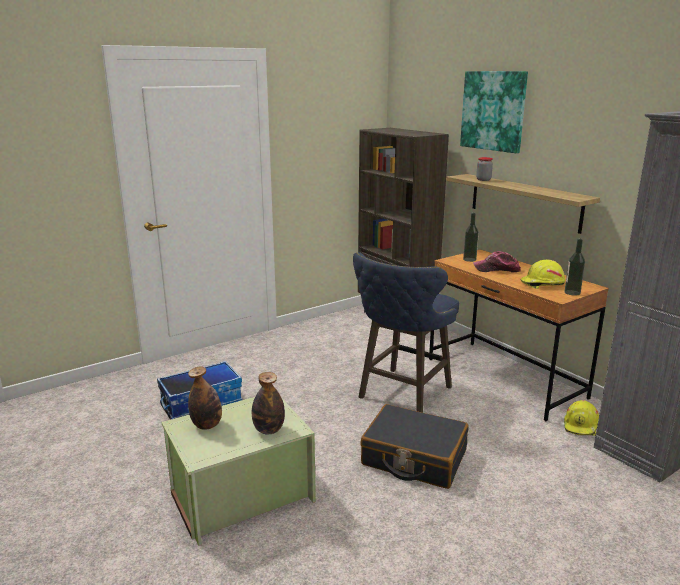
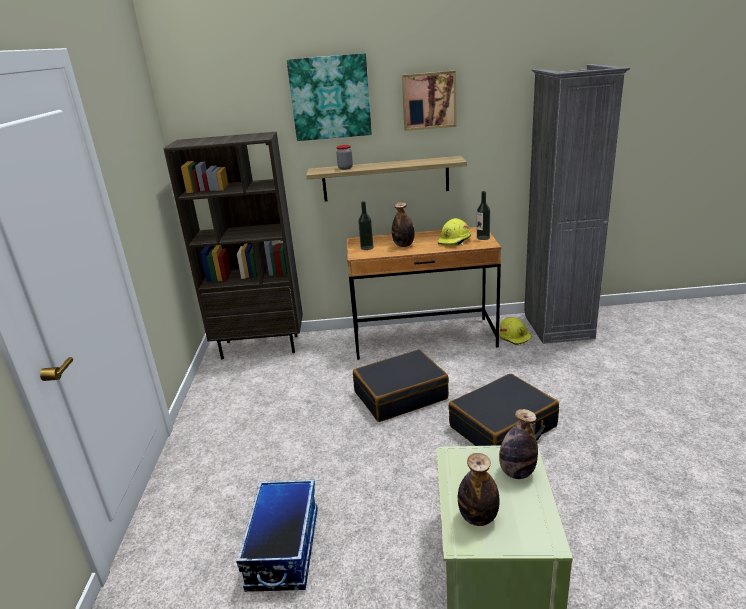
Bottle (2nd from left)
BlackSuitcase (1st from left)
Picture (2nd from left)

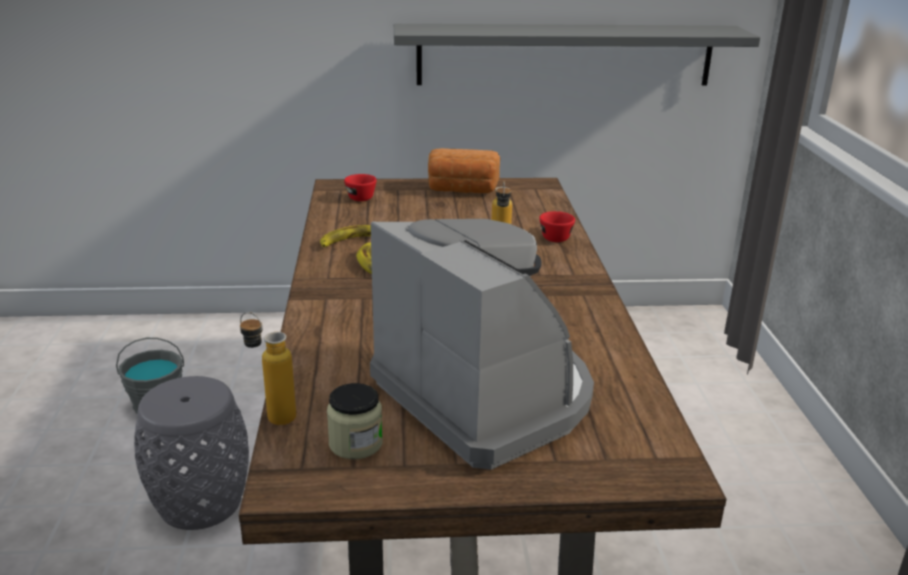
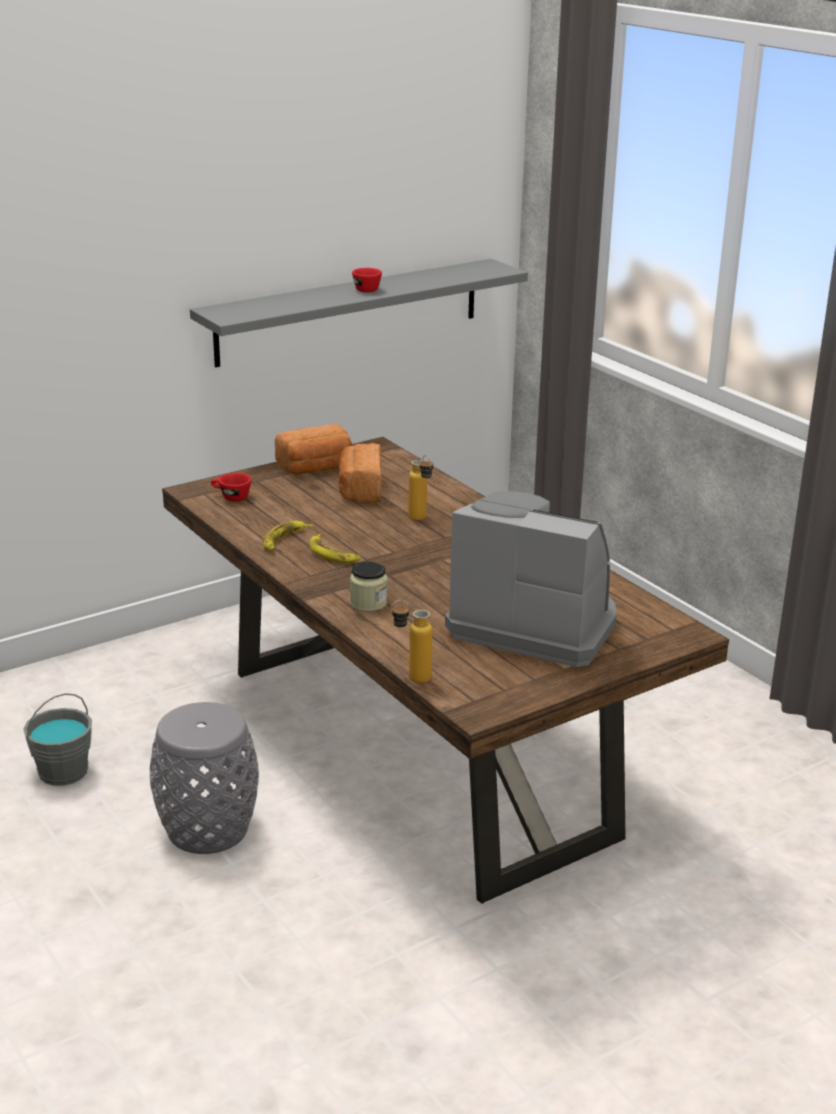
RedCup (2nd from left)
Jar
Bread (2nd from left)

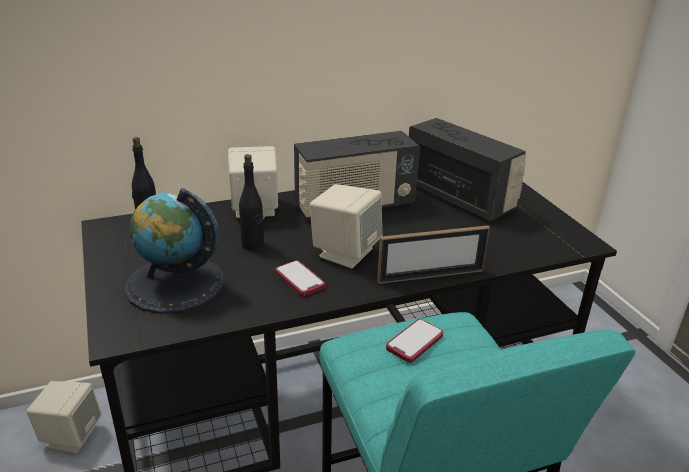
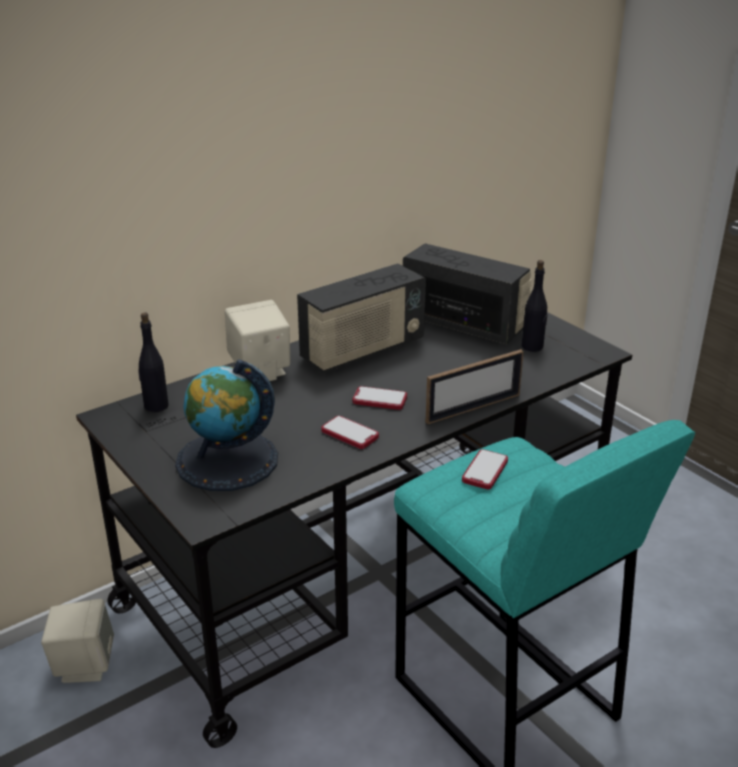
BlackBottle (2nd from left)
Phone (2nd from left)

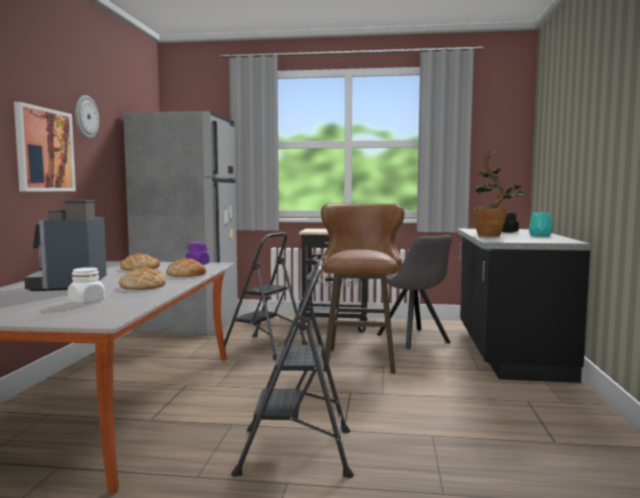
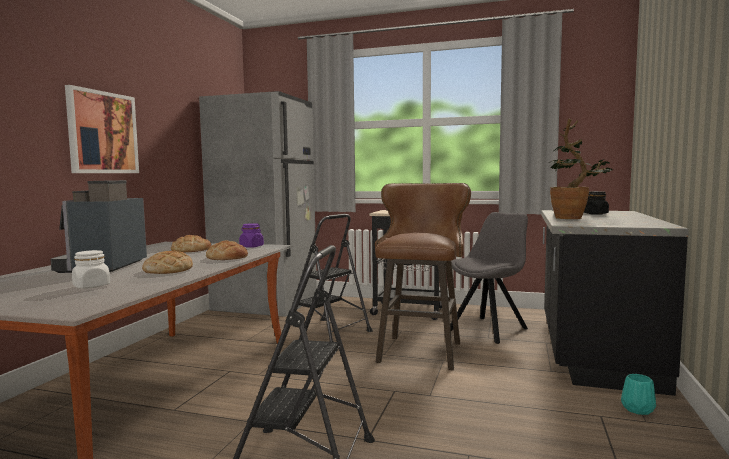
WallClock
TurquoiseVase
GreyChair

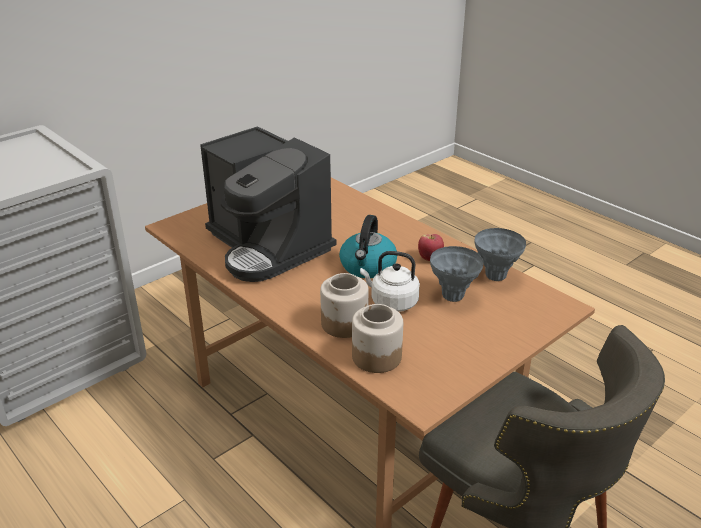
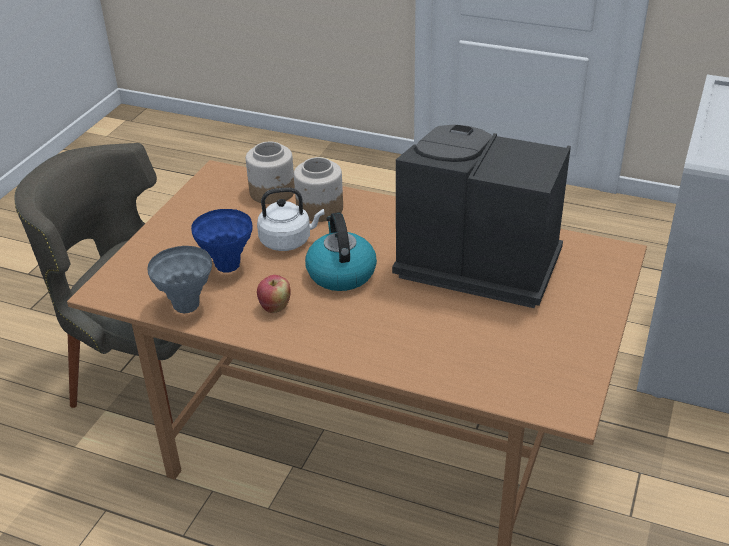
BlueVase

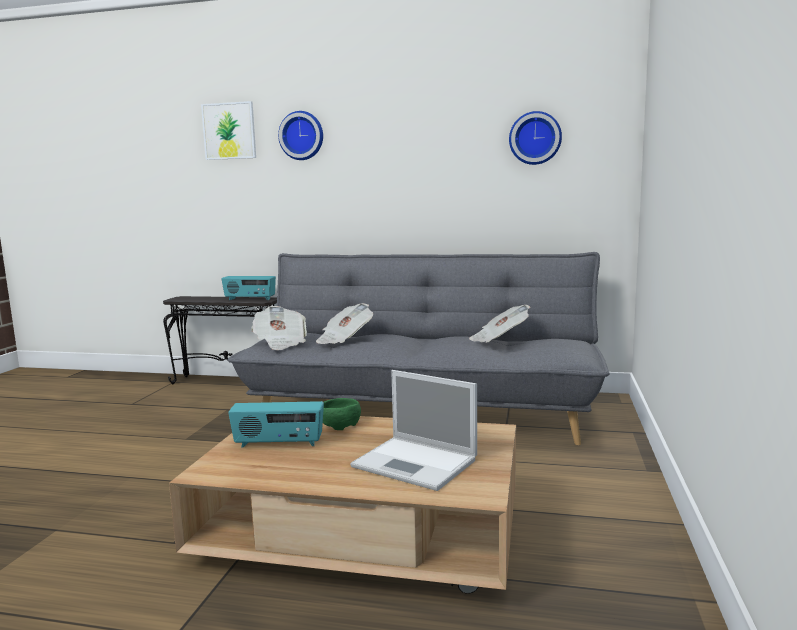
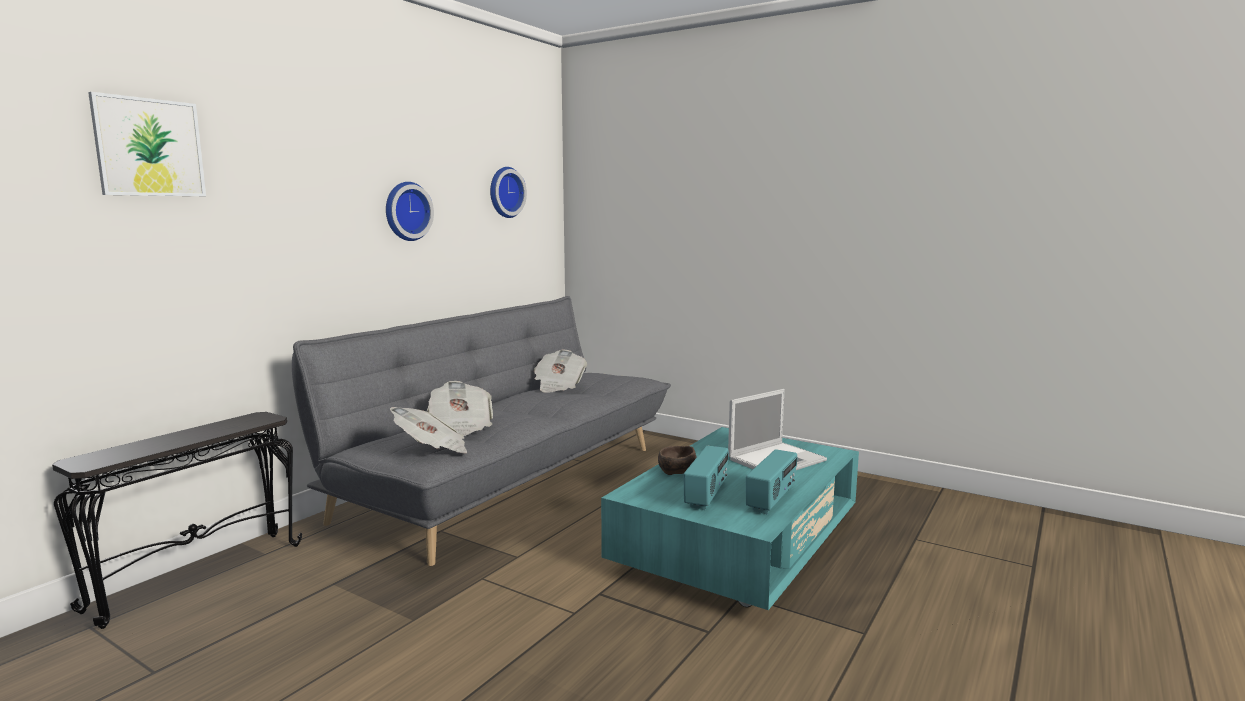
WallClock (1st from left)
Radio (2nd from left)
BrownBowl
TurquoiseCoffeeTable

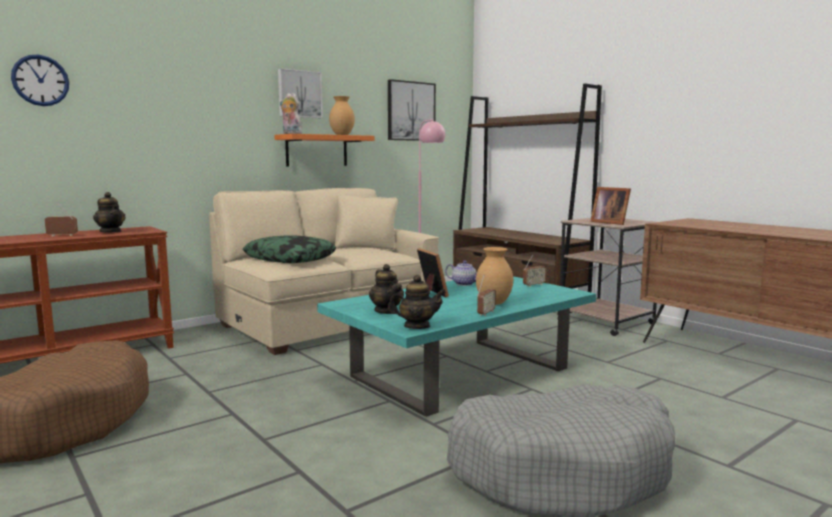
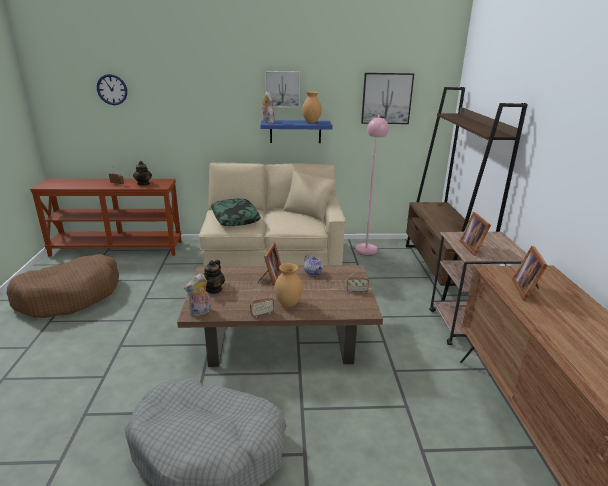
BlueShelf
PlushToy (1st from left)
BrownCoffeeTable
PictureFrame (3rd from left)

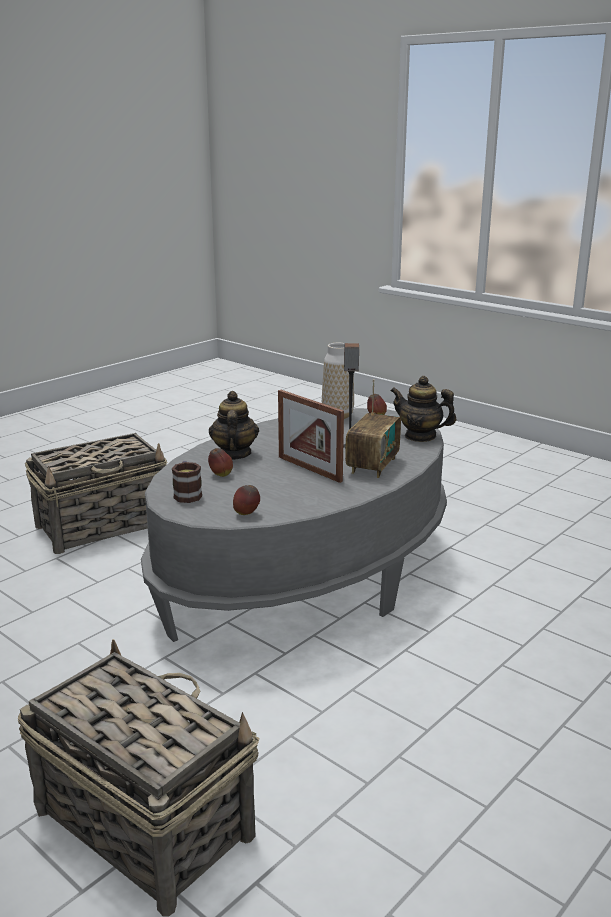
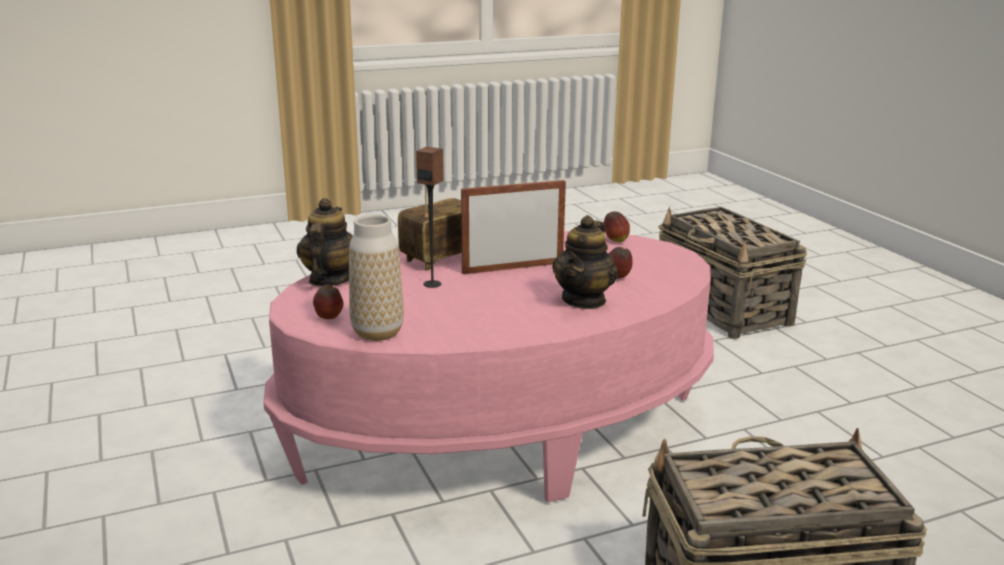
Teapot (1st from left)
PictureFrame
PinkCoffeeTable
Mug

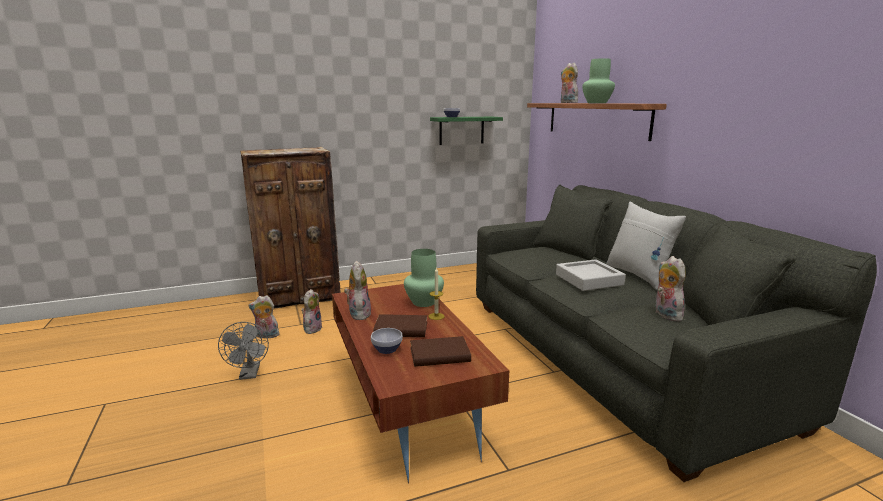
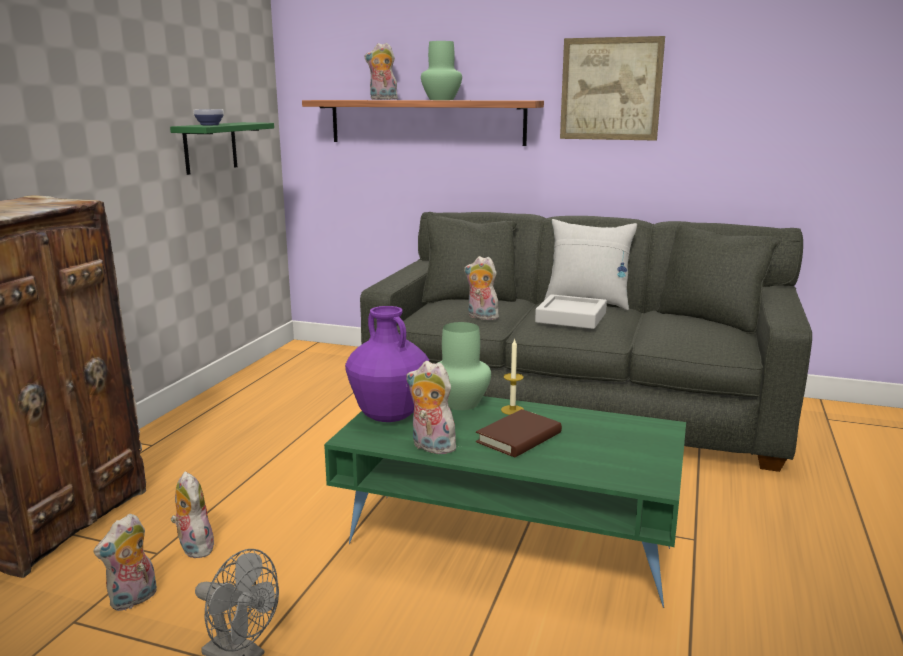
PlushToy (5th from left)
GreenCoffeeTable
Bowl (1st from left in the first image)
BrownBook (2nd from left in the first image)
Picture
PurpleVase

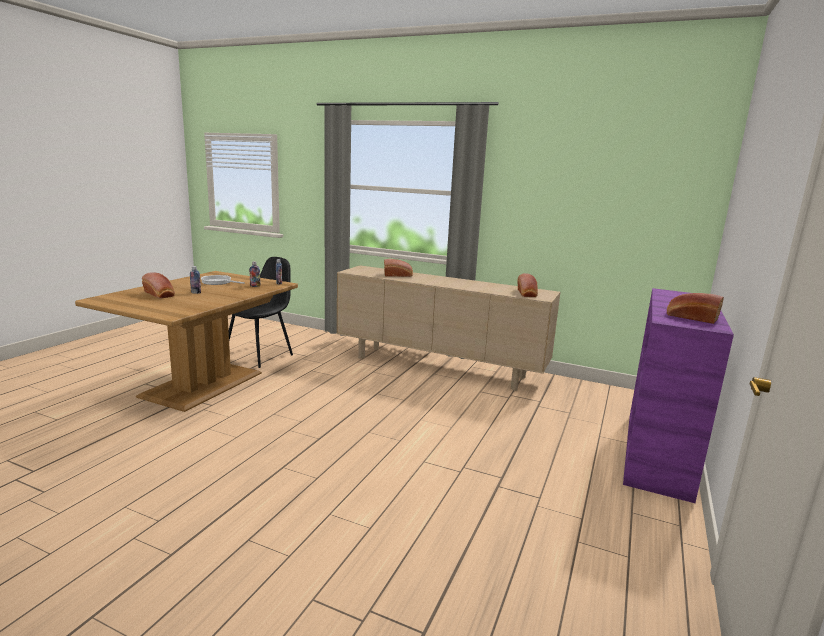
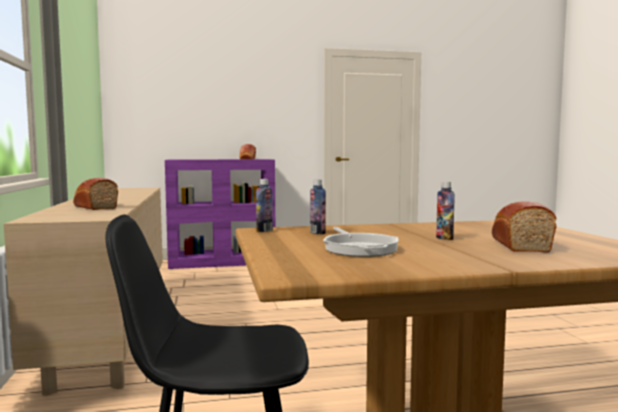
Bread (3rd from left in the first image)

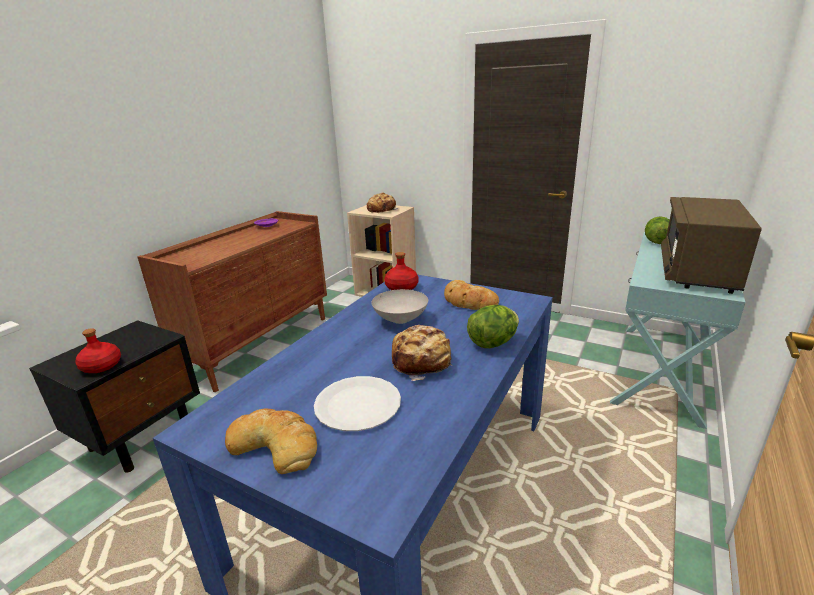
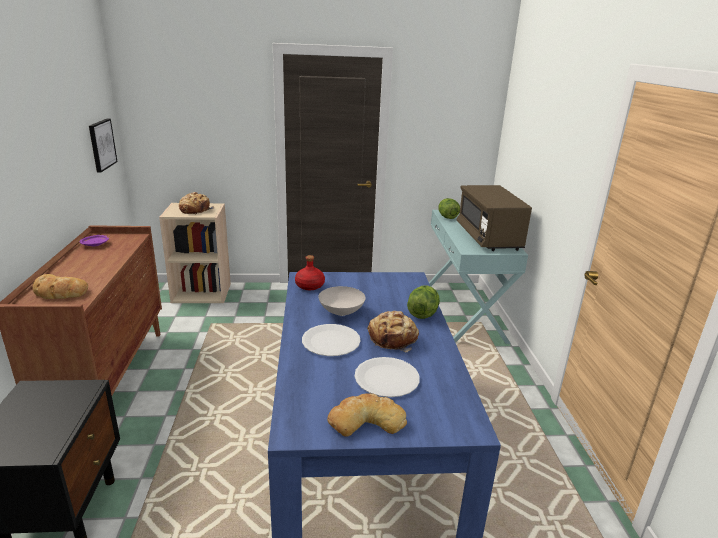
Bread (1st from left)
RedBottle (1st from left in the first image)
Picture
WhitePlate (1st from left)

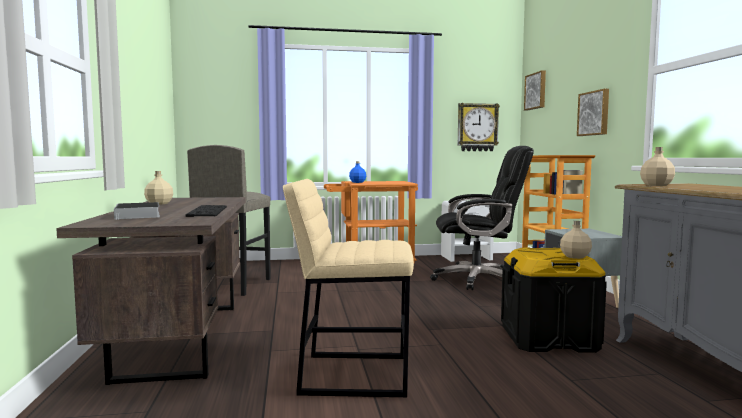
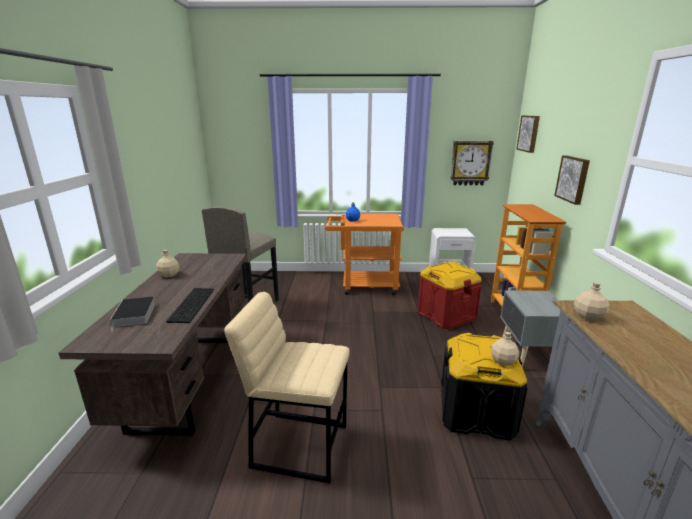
RedStorageBox

